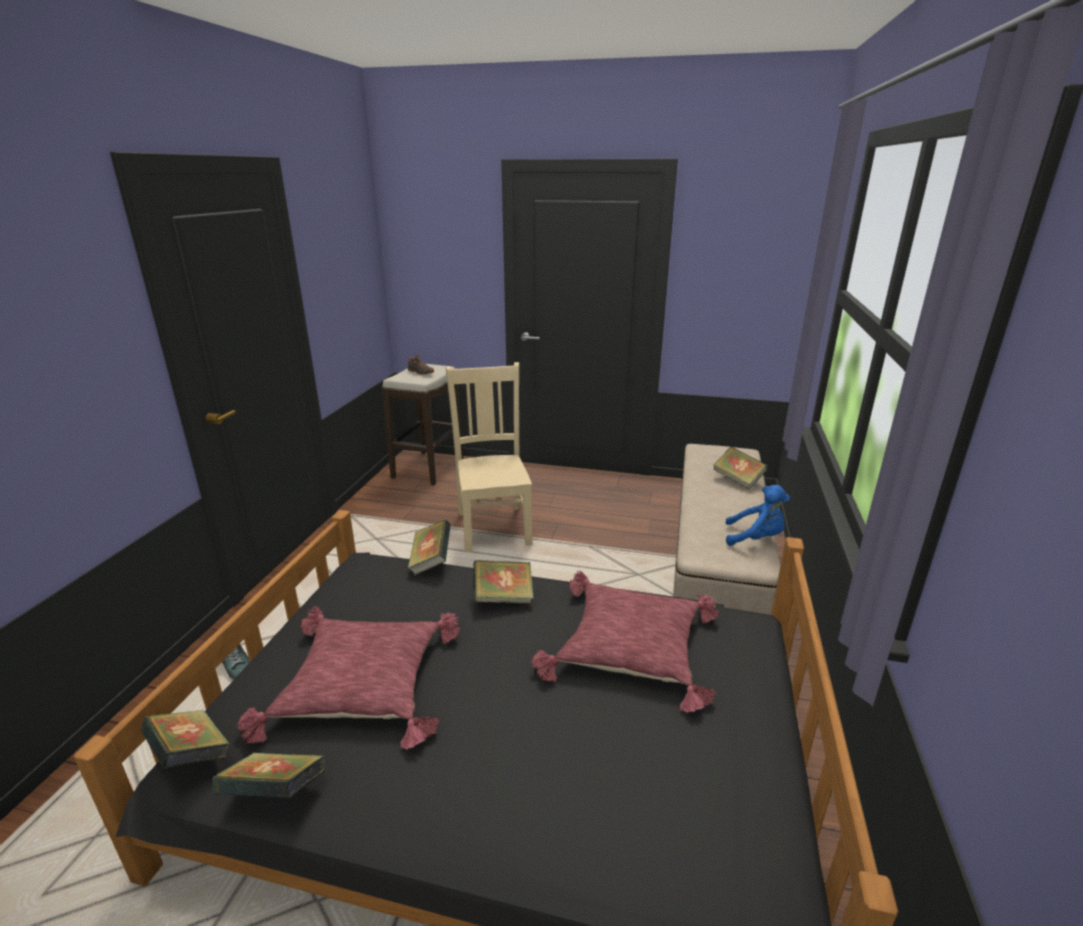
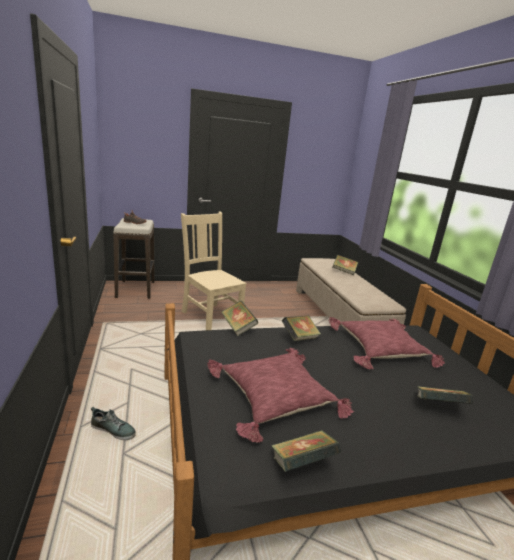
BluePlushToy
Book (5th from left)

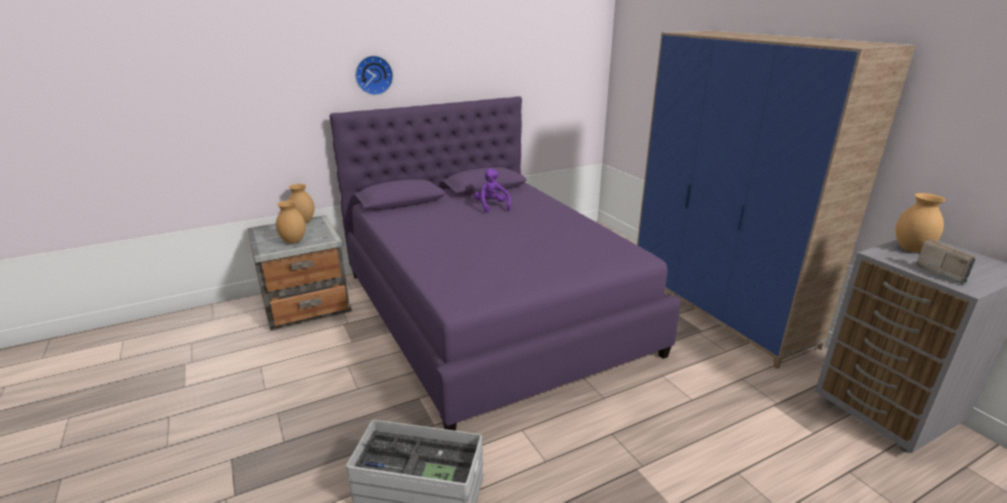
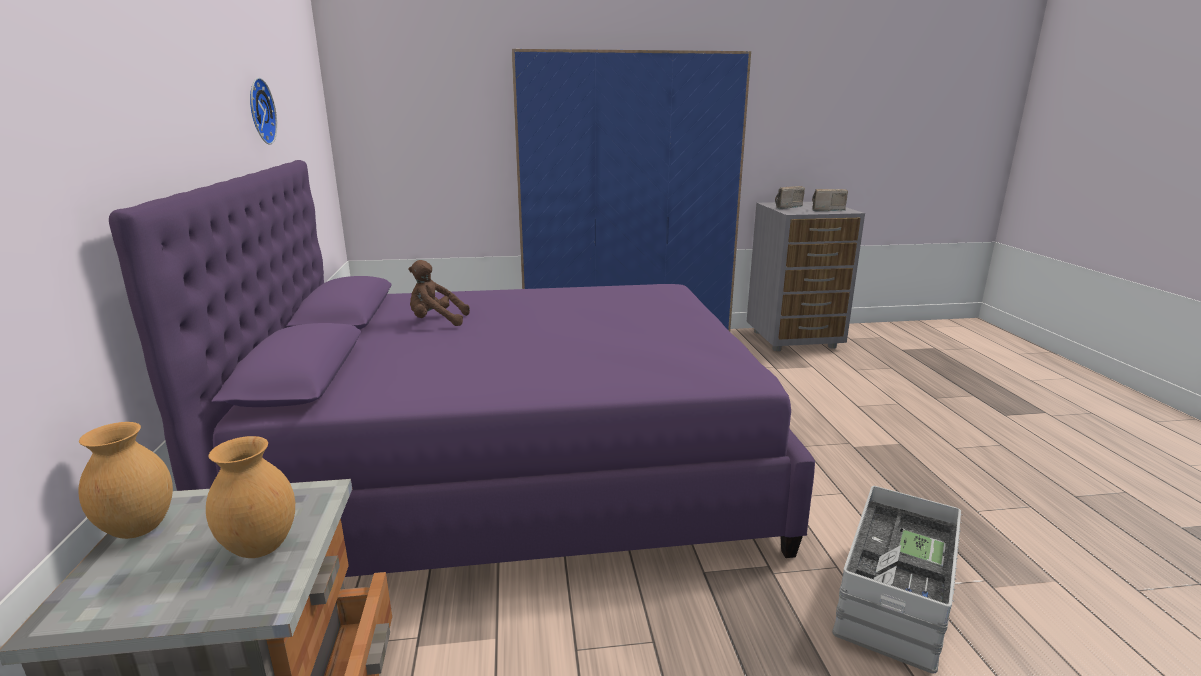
WallClock
BrownPlushToy
Radio (1st from left)

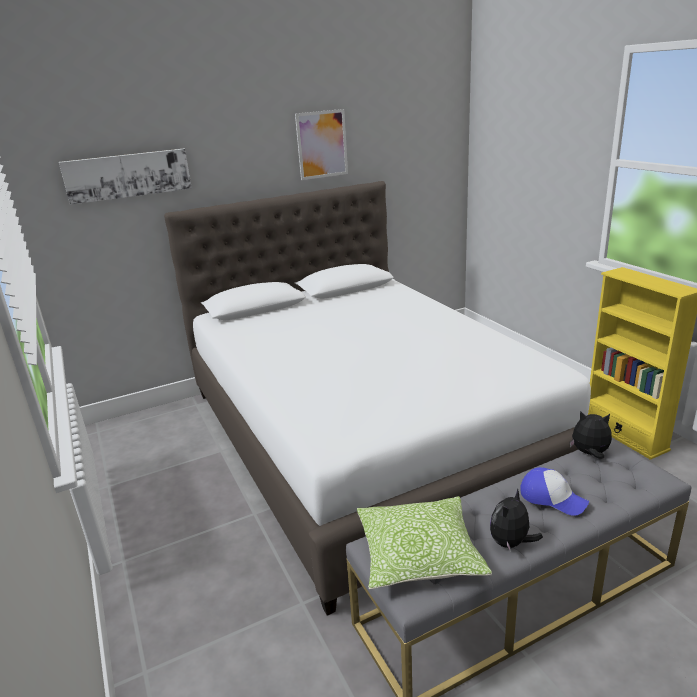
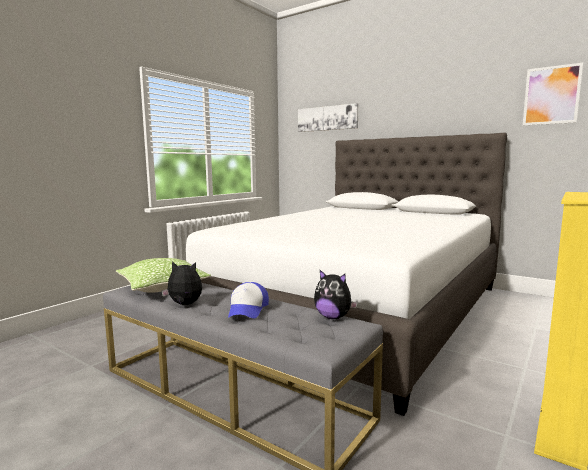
Picture (2nd from left)
PlushToy (2nd from left)

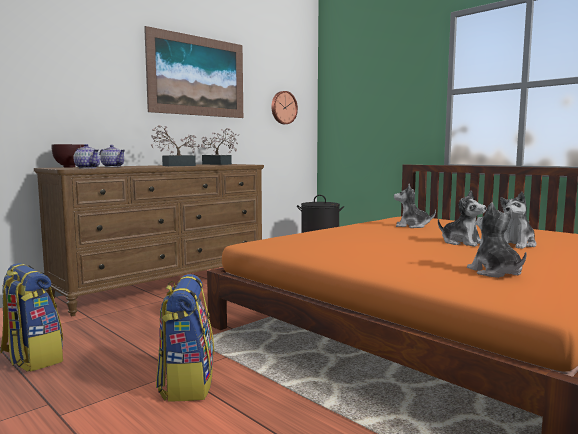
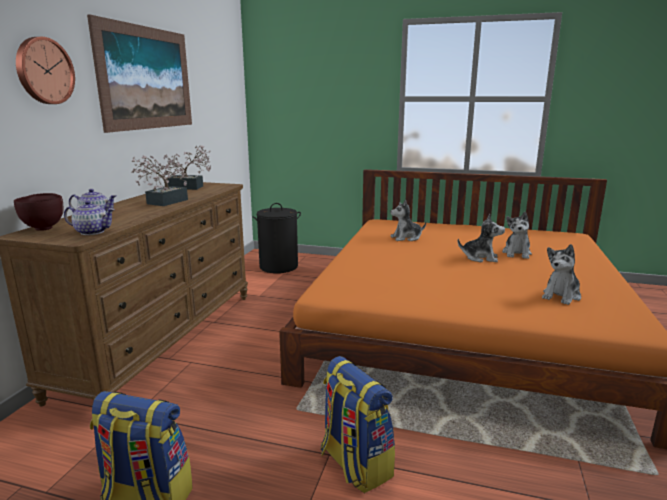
WallClock
PlushToy (4th from left)

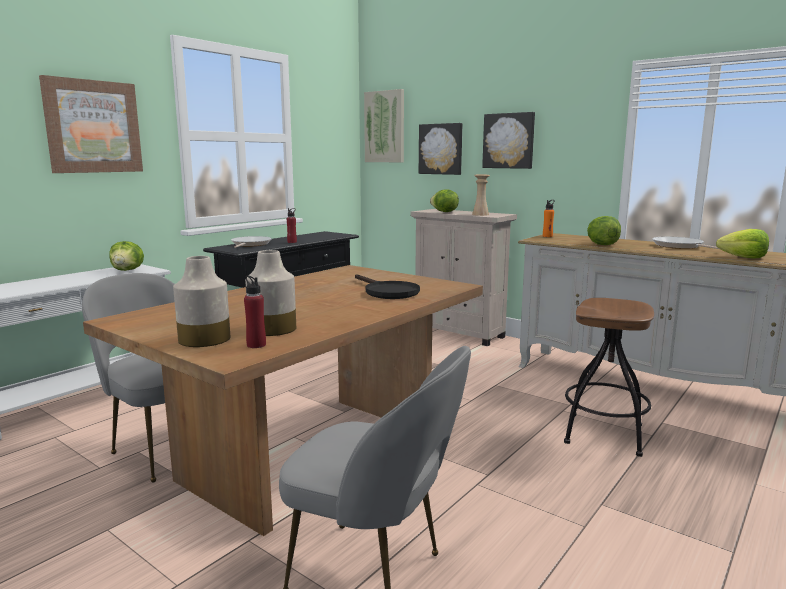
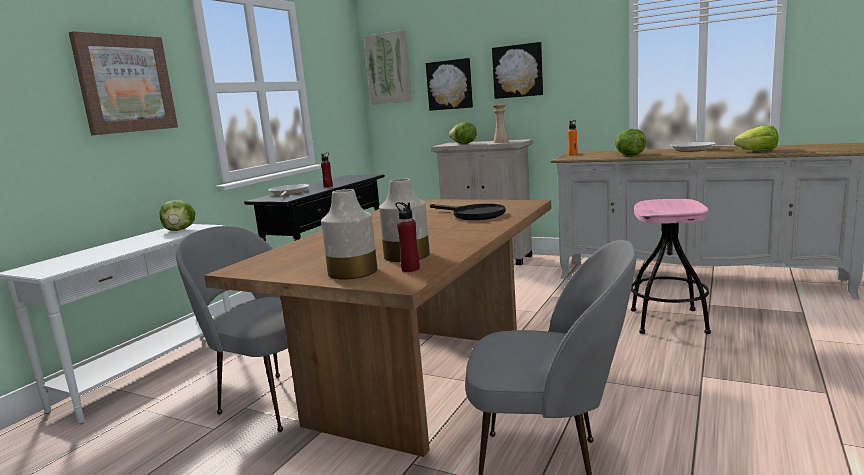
PinkStool

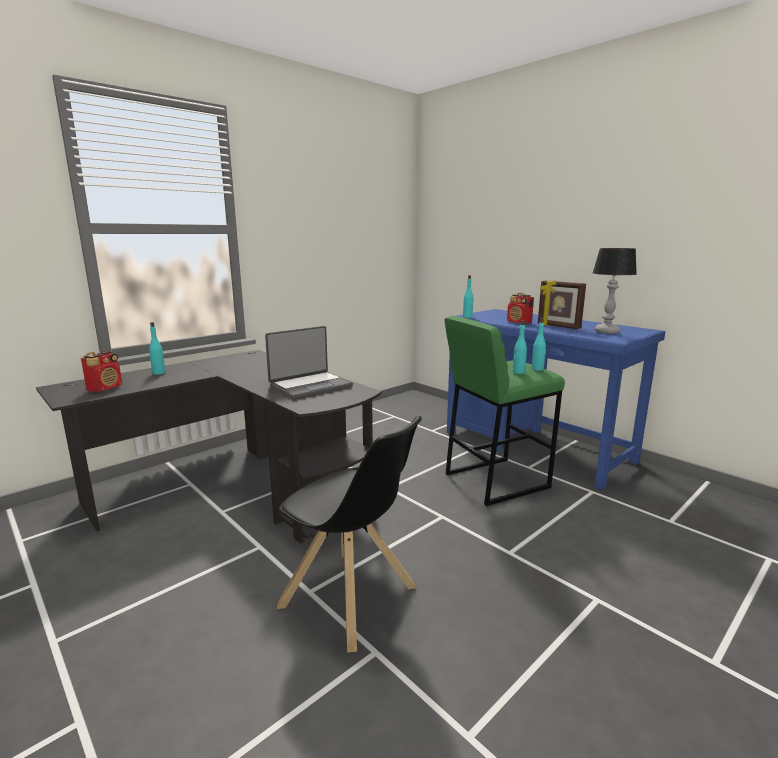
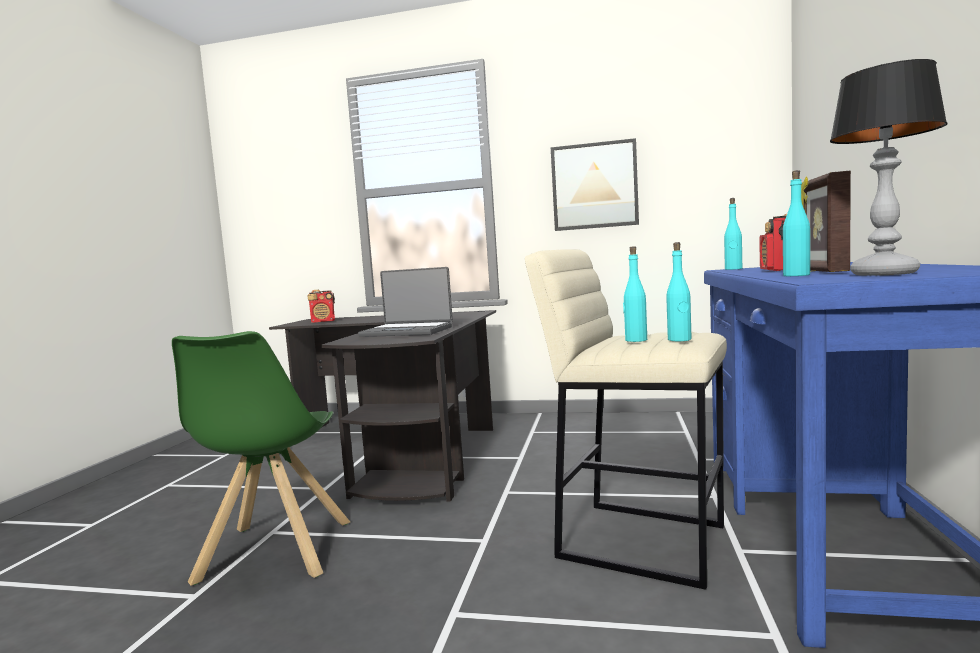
BeigeStool
TurquoiseBottle (4th from left)
GreenChair
Picture

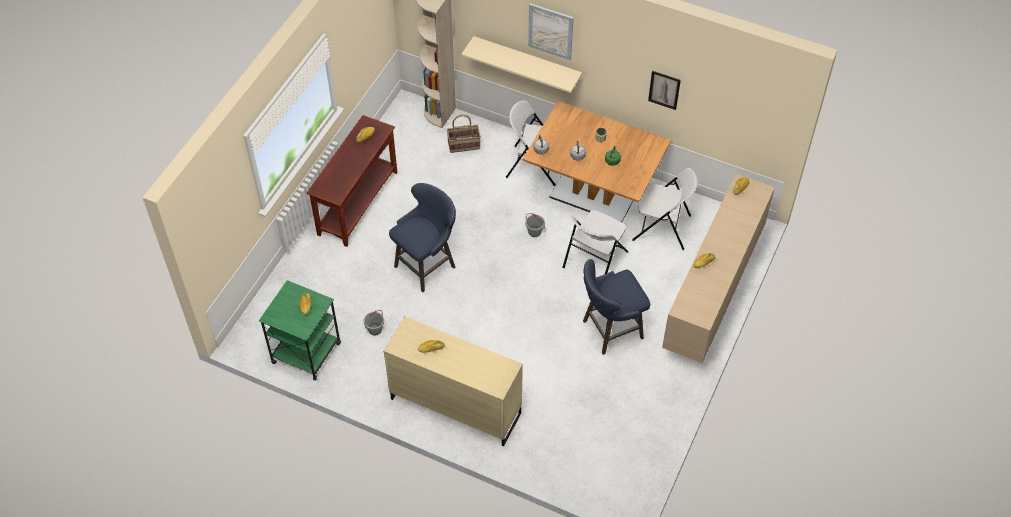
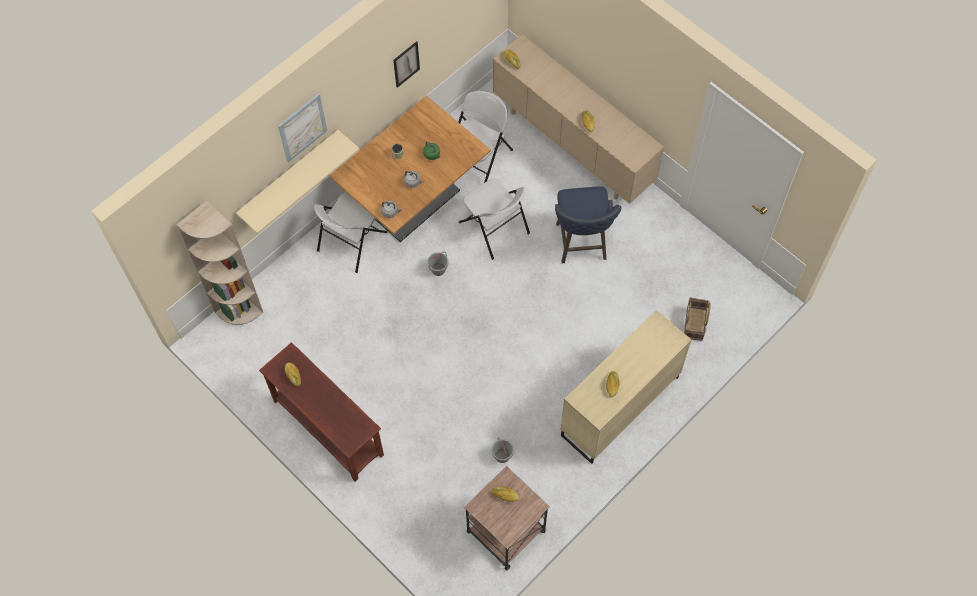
Basket
BlueStool (1st from left in the first image)
BrownCart

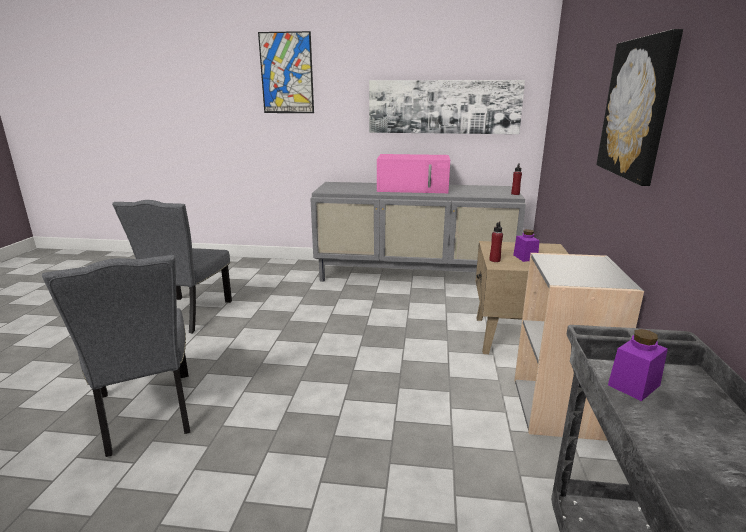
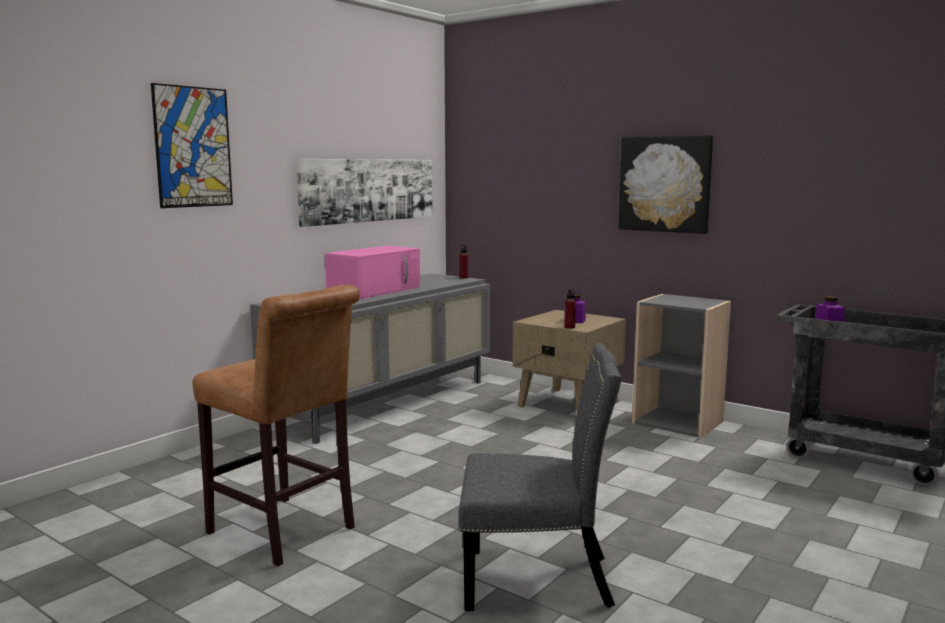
BrownStool

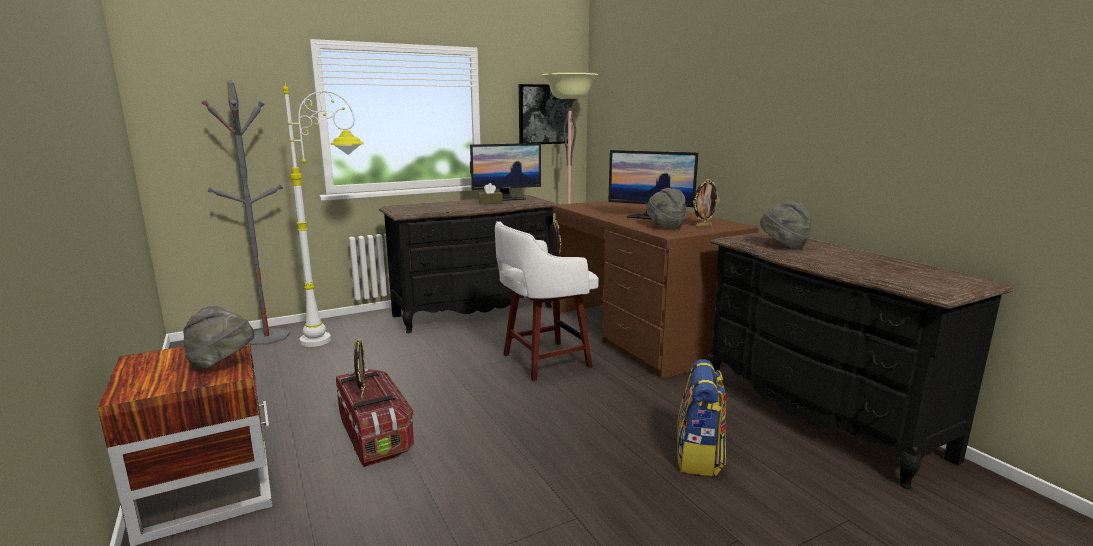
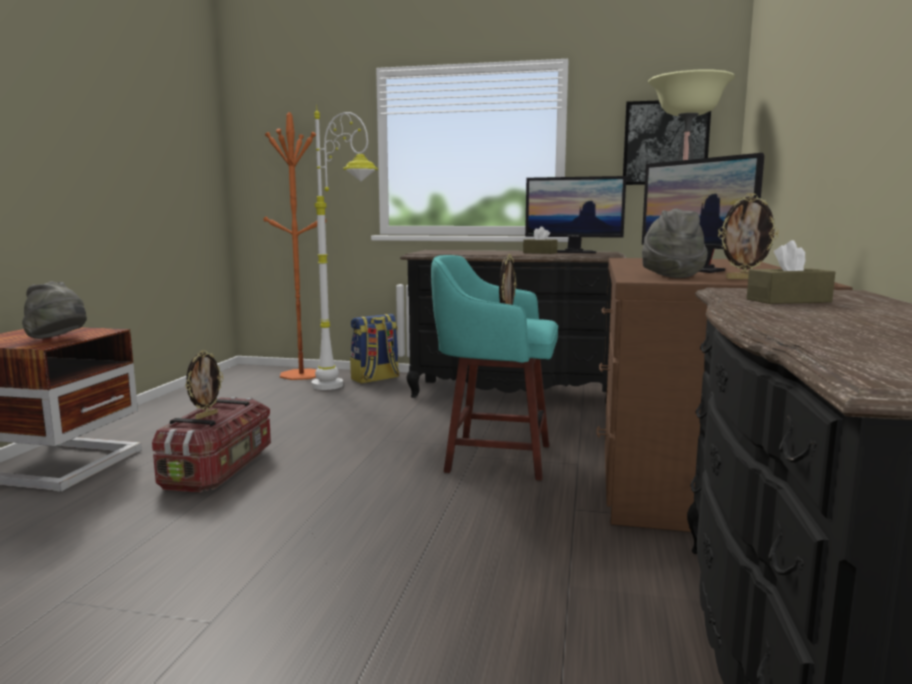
OrangeClothesRack
BrownTissueBox (2nd from left)
TurquoiseStool
Backpack

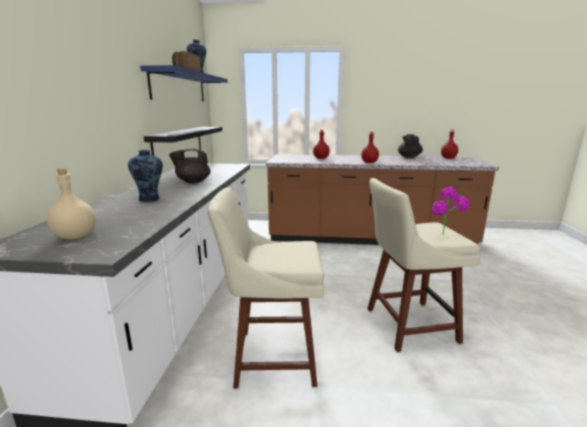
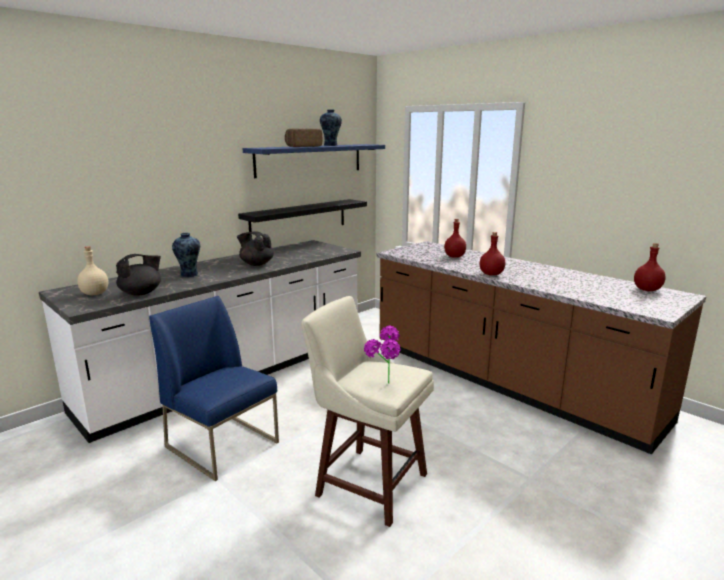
BlackTeapot (1st from left)
BlueChair

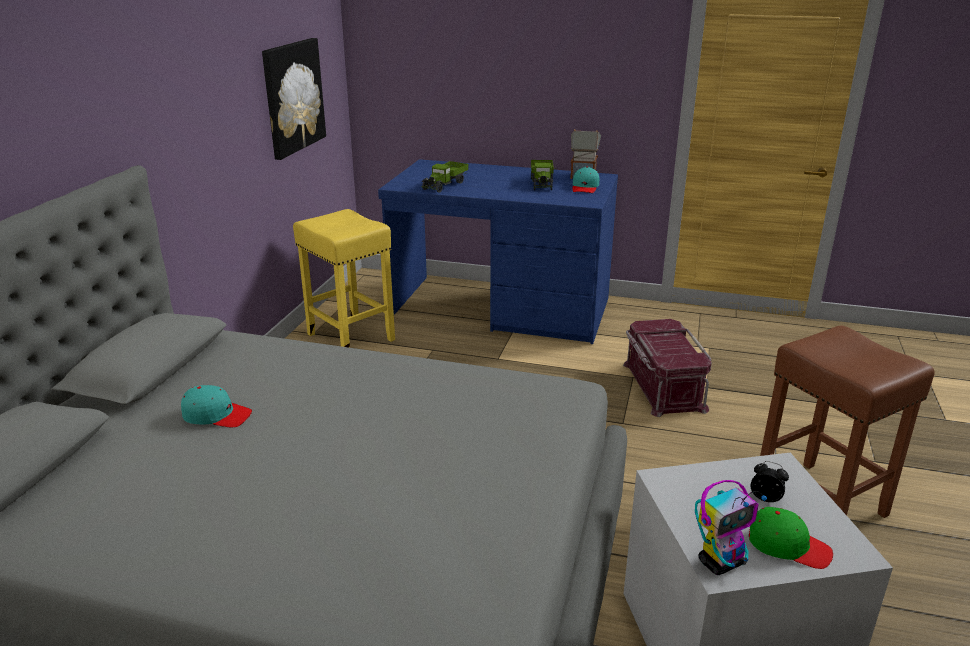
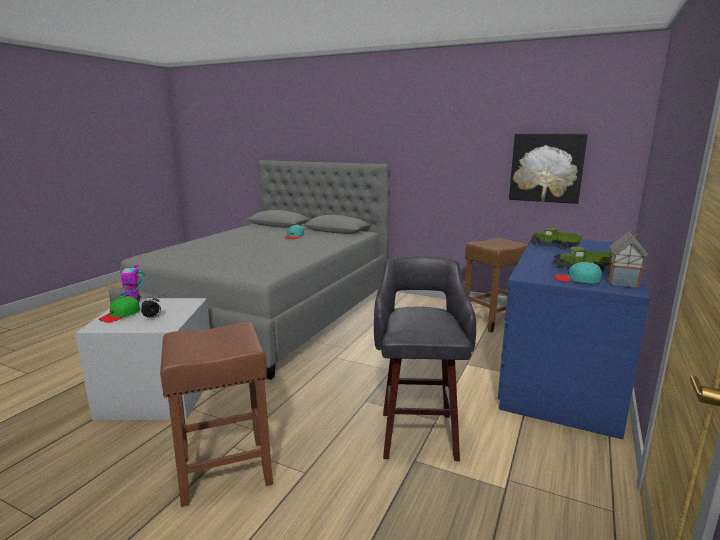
BrownStool (2nd from left)
GreyStool

